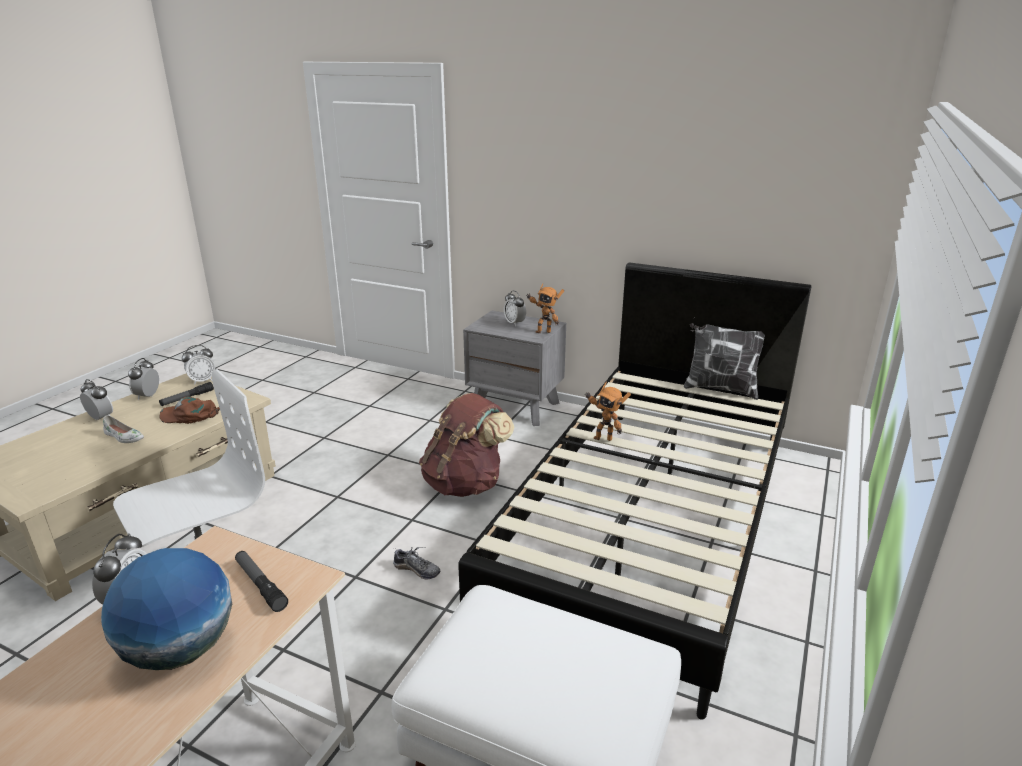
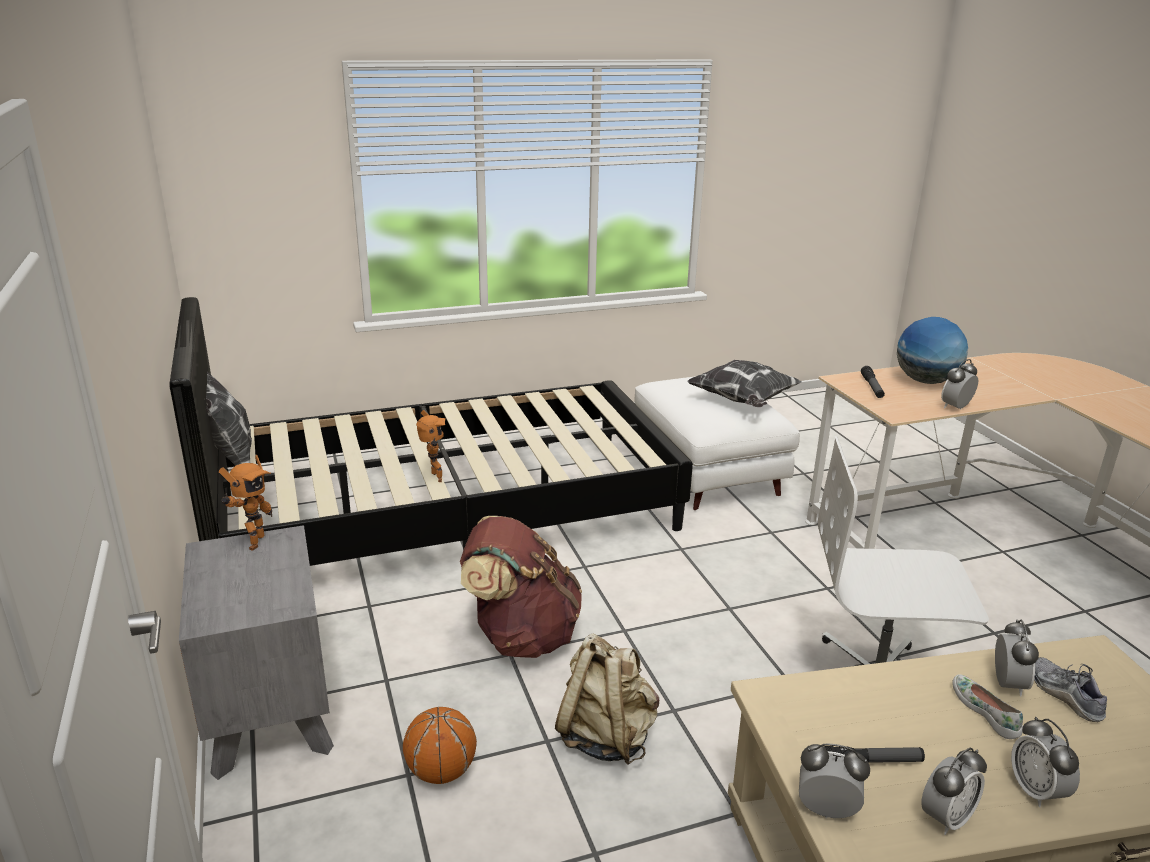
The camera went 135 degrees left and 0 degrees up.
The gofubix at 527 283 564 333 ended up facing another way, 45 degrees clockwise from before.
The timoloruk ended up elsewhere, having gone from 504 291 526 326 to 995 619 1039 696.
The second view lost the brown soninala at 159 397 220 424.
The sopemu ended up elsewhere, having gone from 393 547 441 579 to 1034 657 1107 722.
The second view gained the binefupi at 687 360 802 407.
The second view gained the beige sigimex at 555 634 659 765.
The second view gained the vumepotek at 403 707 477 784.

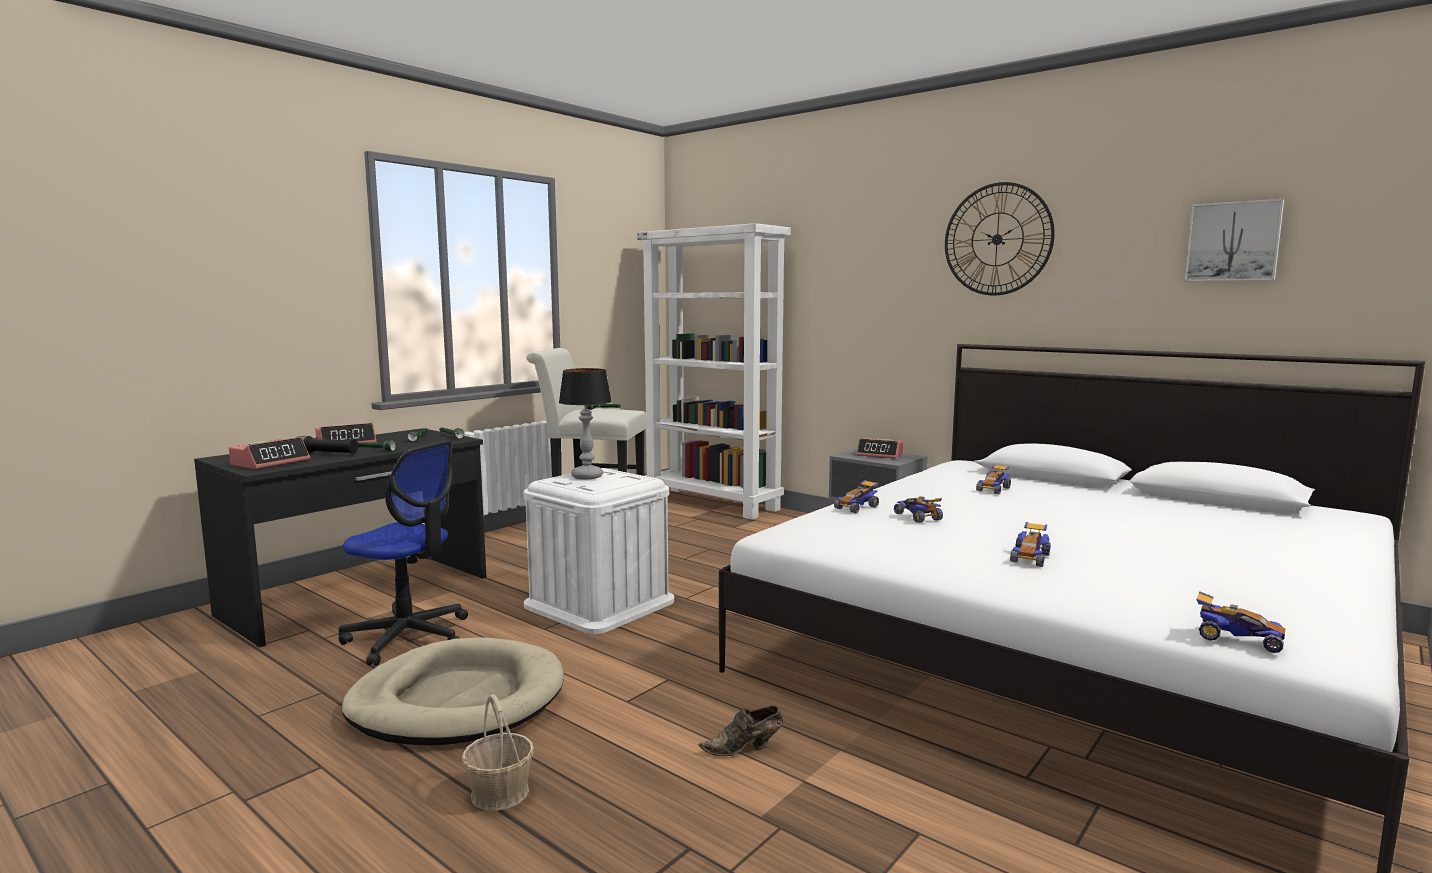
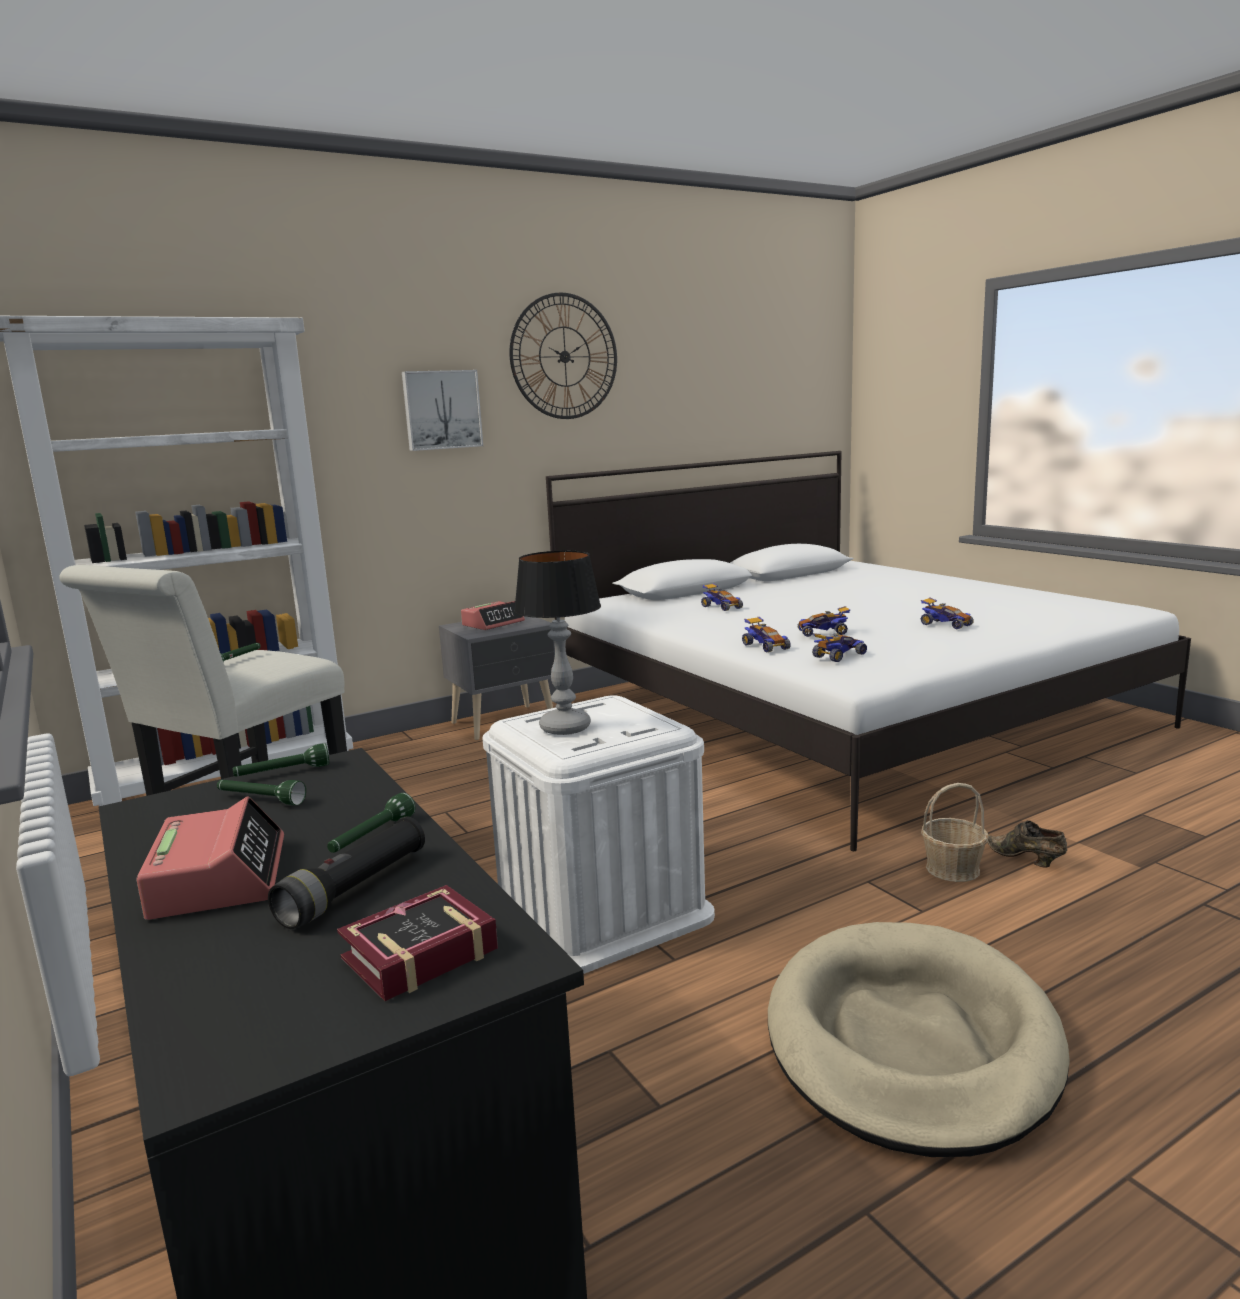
The camera went 70 degrees left and 5 degrees up.
The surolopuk ended up elsewhere, having gone from 1185 199 1284 281 to 402 370 483 451.
Where the timoloruk stood at 229 437 310 469, the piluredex came to stand at 337 885 498 1001.
The second view lost the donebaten at 339 440 468 666.
The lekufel ended up elsewhere, having gone from 1196 591 1286 653 to 812 633 867 662.
The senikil ended up elsewhere, having gone from 462 694 534 811 to 921 783 989 882.
The brown sopemu at 698 706 783 756 ended up facing another way, 135 degrees clockwise from before.

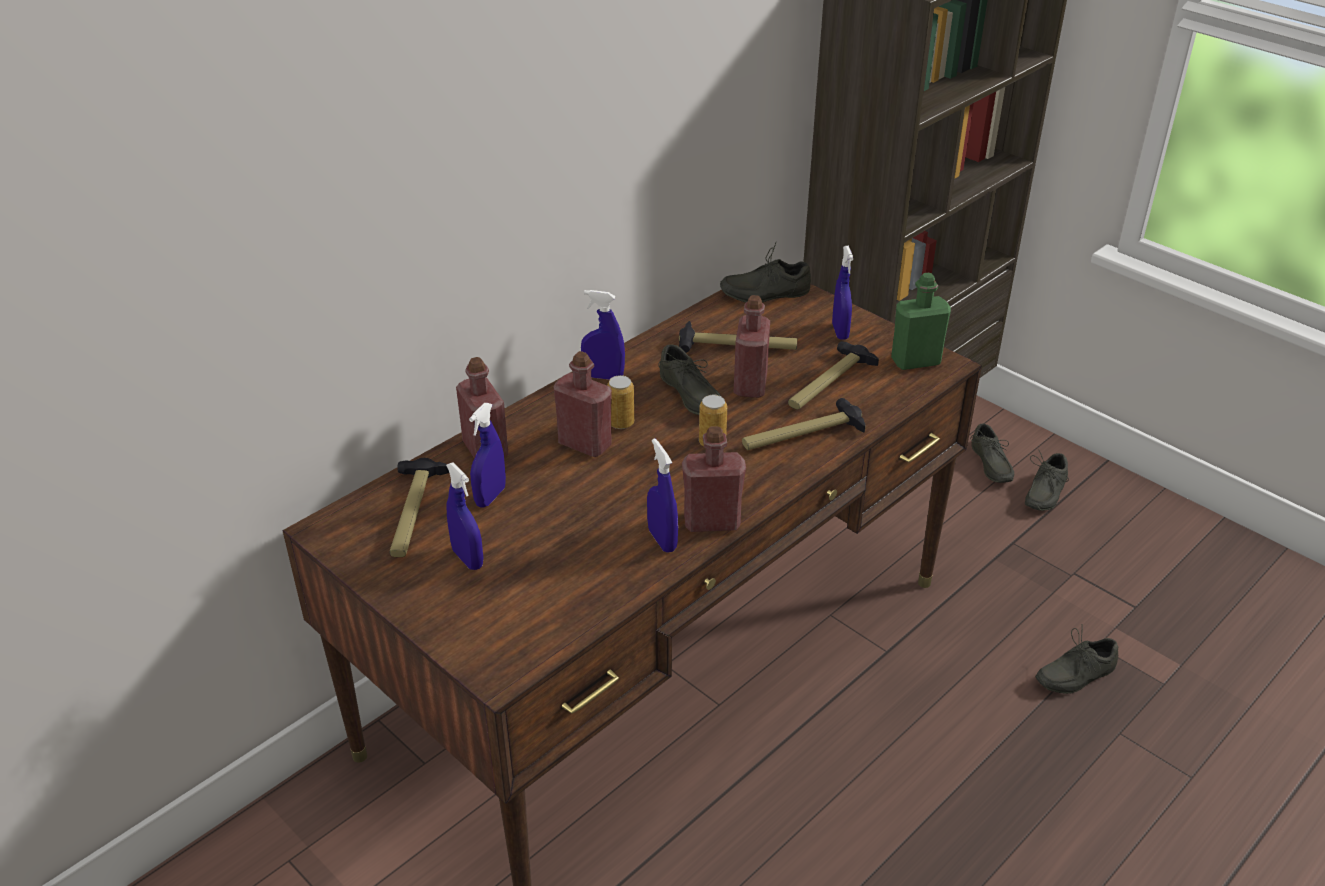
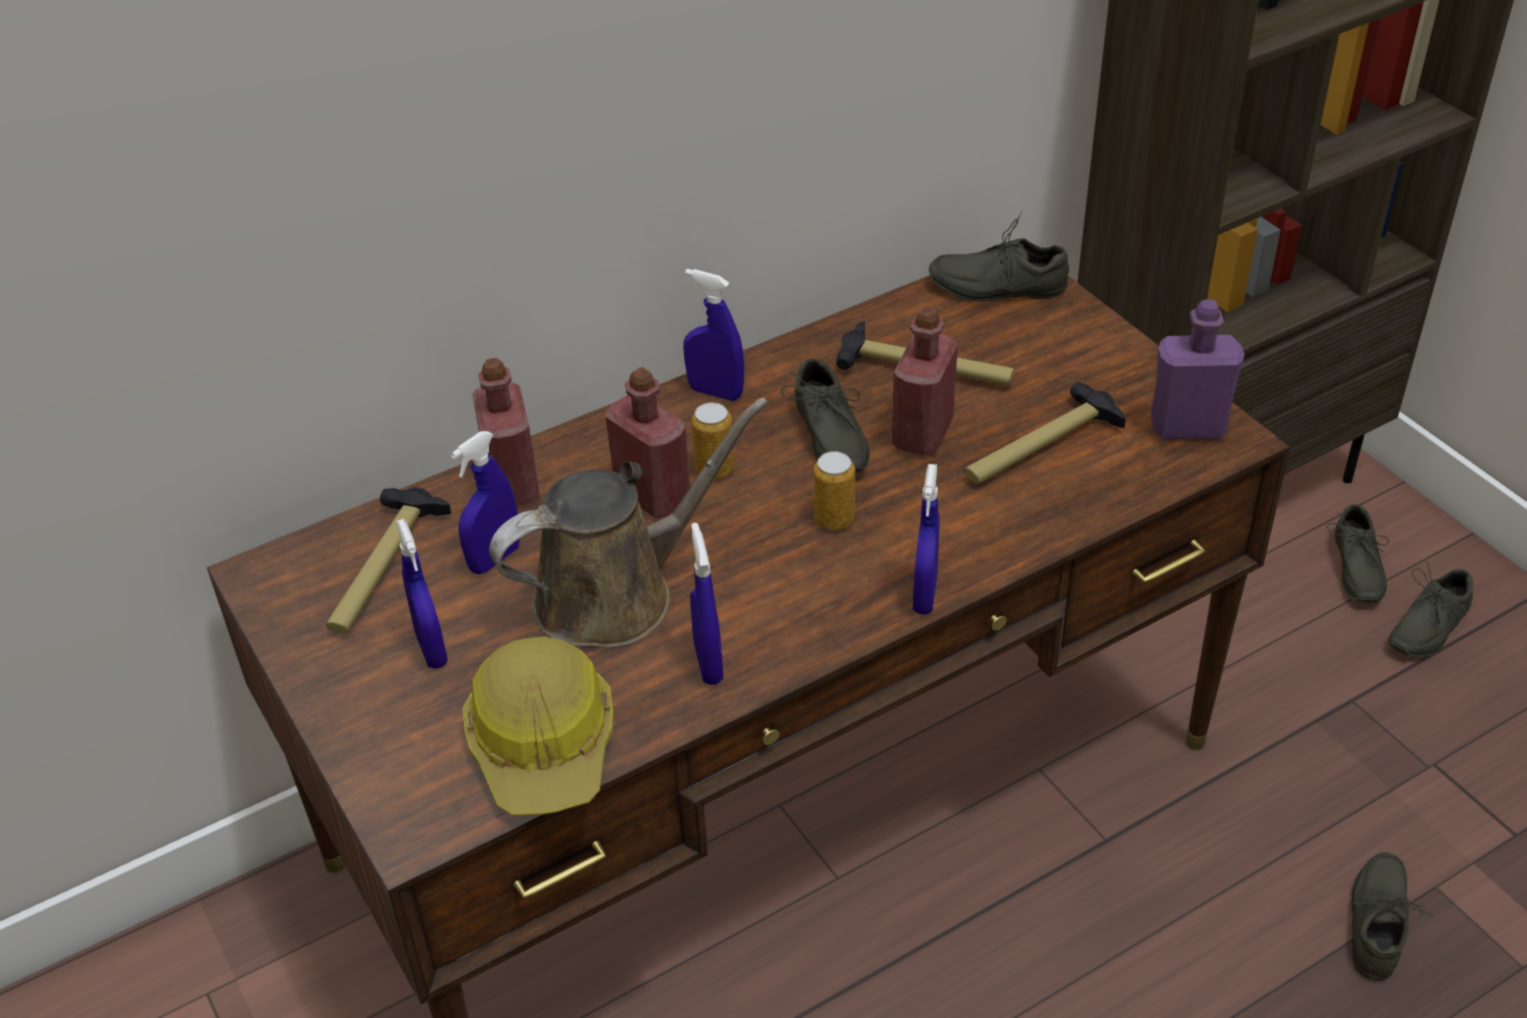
The camera went 15 degrees right and 5 degrees up.
The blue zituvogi ended up elsewhere, having gone from 832 246 853 340 to 913 464 939 615.
What was the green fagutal at 891 273 951 370 turned into the purple fagutal at 1151 299 1245 439.
The second view lost the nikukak at 742 398 866 450.
The second view lost the red fagutal at 682 426 746 532.
The grey sopemu at 1035 624 1118 694 ended up facing another way, 120 degrees clockwise from before.
The second view gained the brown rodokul at 489 398 768 648.
The second view gained the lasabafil at 462 636 614 815.

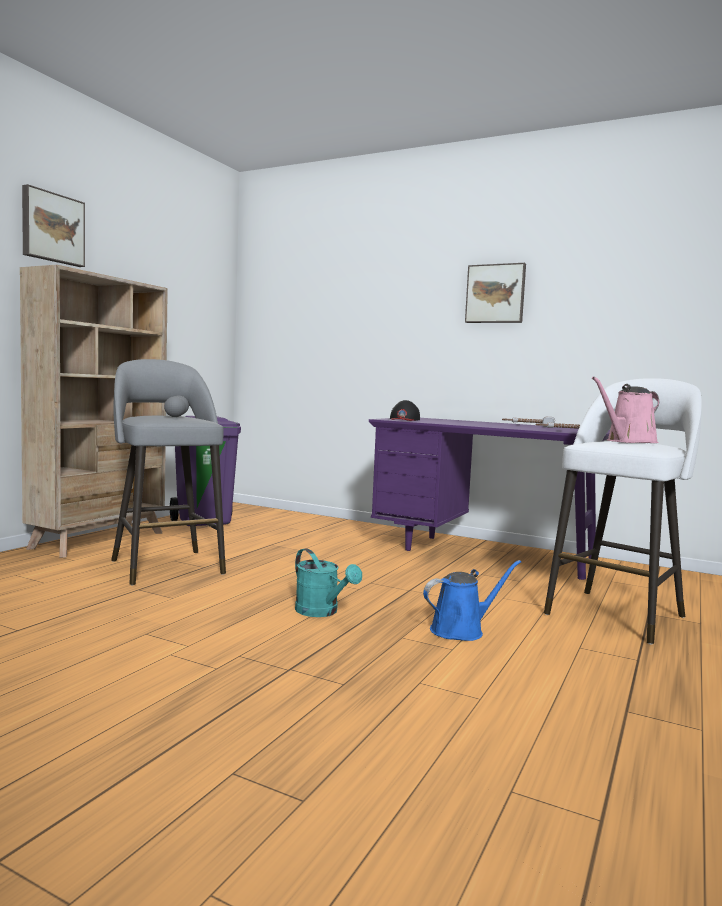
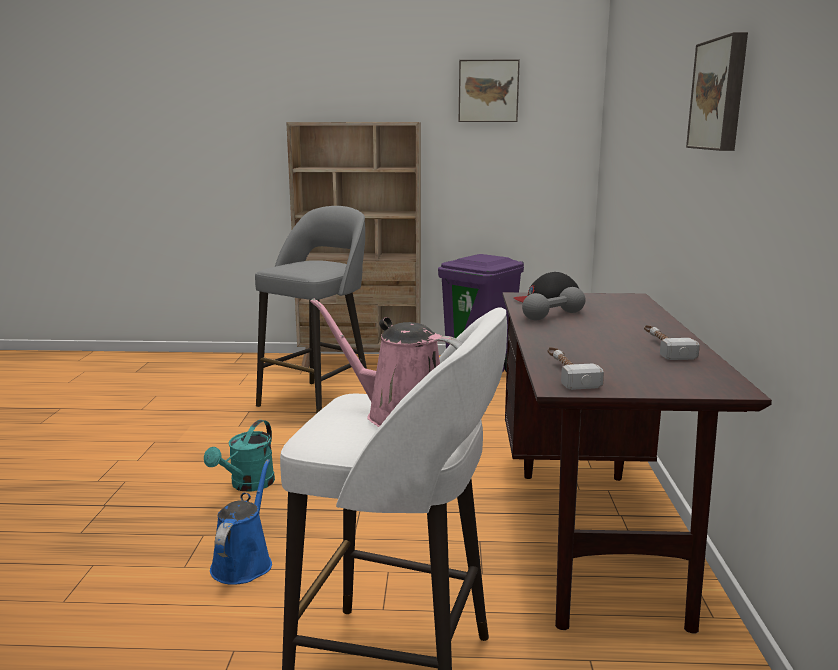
The camera went 65 degrees right and 10 degrees up.
The surolopuk ended up elsewhere, having gone from 22 184 85 267 to 459 60 520 122.
The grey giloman ended up elsewhere, having gone from 164 396 189 417 to 522 287 585 320.
What was the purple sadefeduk at 369 418 610 580 turned into the brown sadefeduk at 503 292 772 633.
The blue rodokul at 423 560 521 641 ended up facing another way, 120 degrees counterclockwise from before.

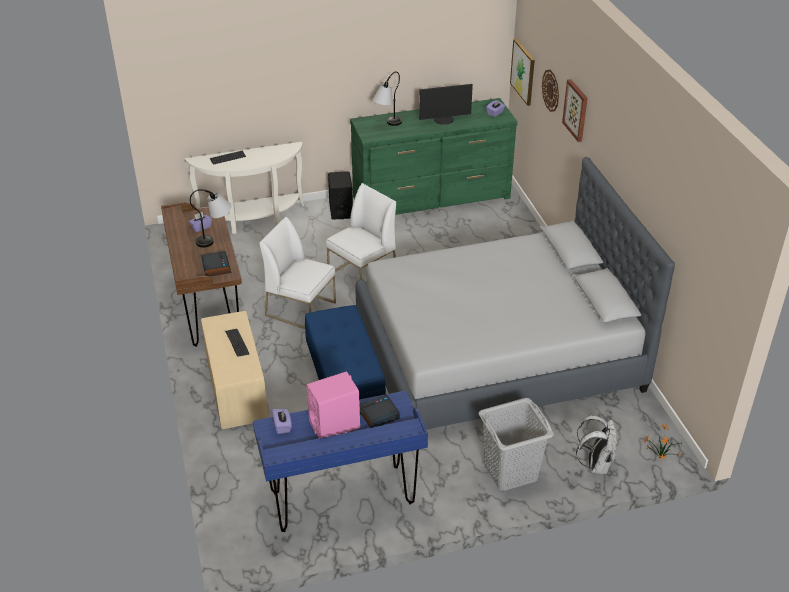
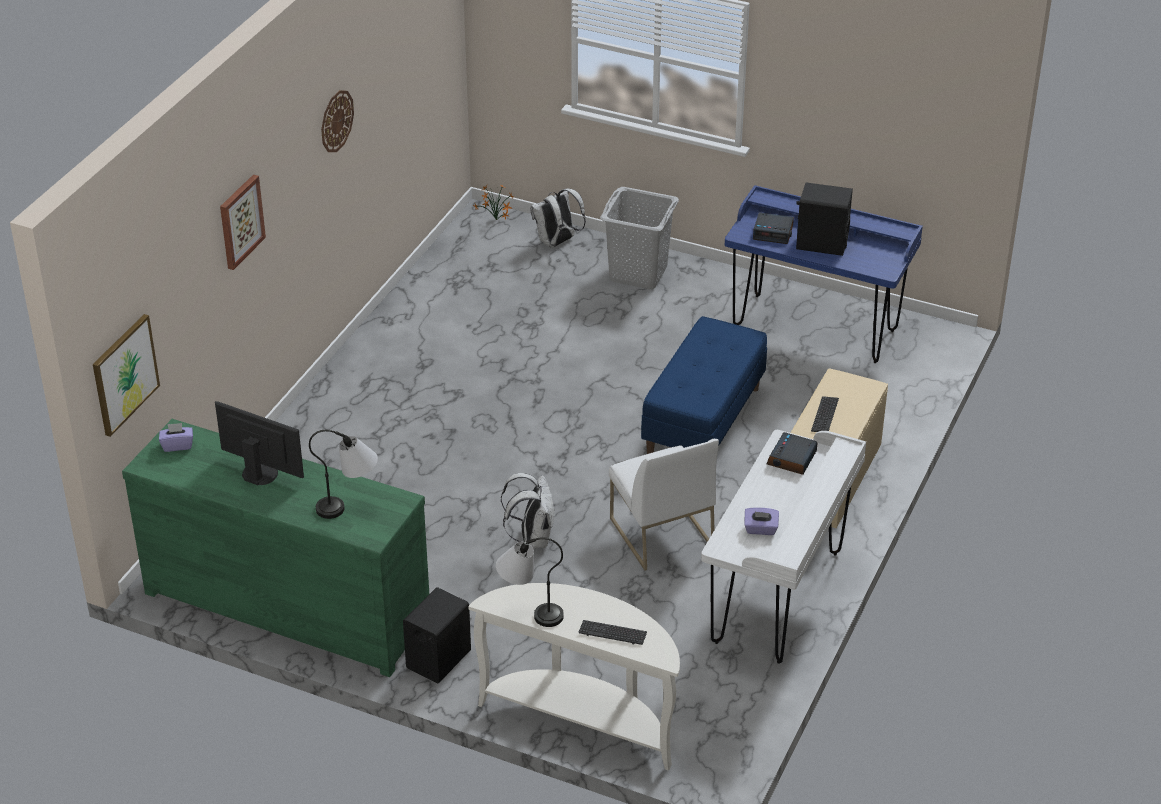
The camera went 140 degrees left and 0 degrees up.
The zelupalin ended up elsewhere, having gone from 542 70 559 112 to 321 90 354 152.
The second view lost the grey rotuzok at 356 157 675 430.
Where the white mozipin stood at 326 183 396 279, the white sigimex came to stand at 501 473 555 548.
The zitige ended up elsewhere, having gone from 190 189 231 248 to 496 537 564 627.
What was the brown sadefeduk at 161 202 242 347 turned into the white sadefeduk at 701 430 866 664.
What was the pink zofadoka at 306 371 360 438 turned into the black zofadoka at 796 183 853 256.
The second view lost the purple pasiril at 272 408 292 434.

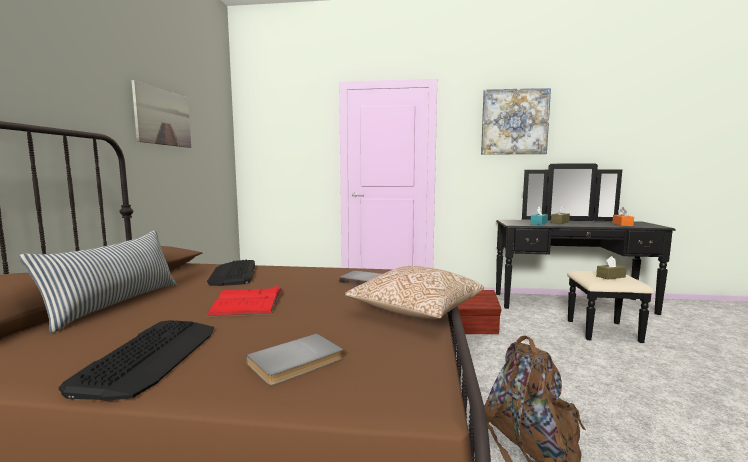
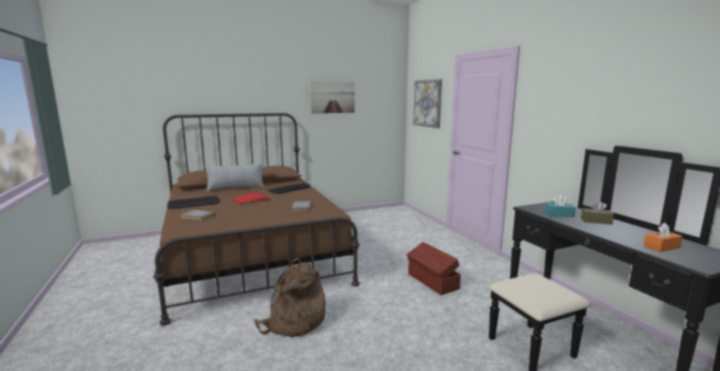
The camera went 60 degrees right and 5 degrees up.
The surolopuk ended up elsewhere, having gone from 481 88 551 155 to 413 79 442 128.
The second view lost the brown pasiril at 596 256 627 280.
The second view lost the binefupi at 345 266 484 319.

